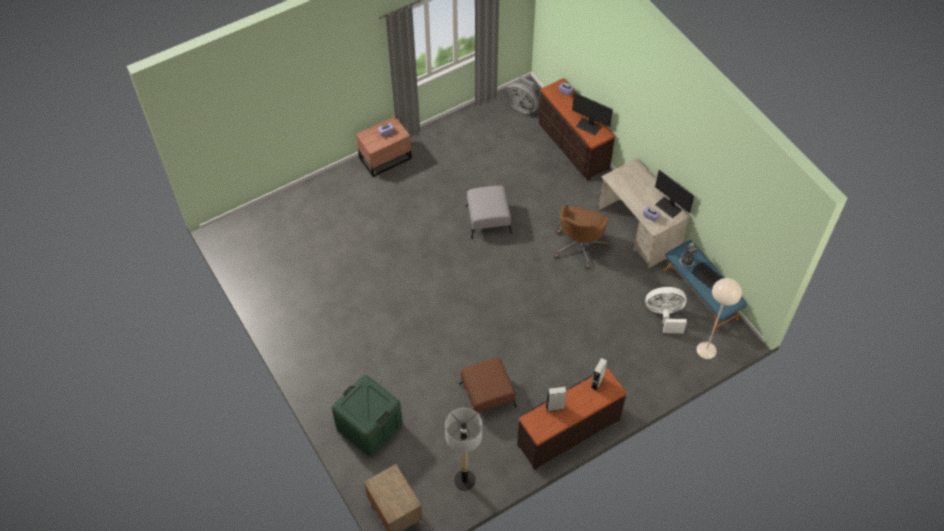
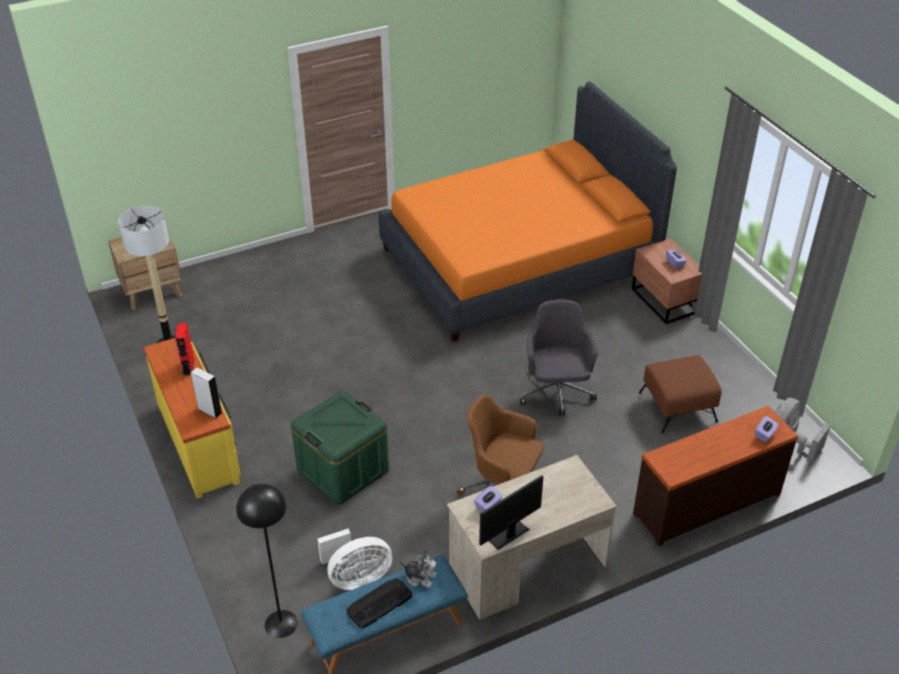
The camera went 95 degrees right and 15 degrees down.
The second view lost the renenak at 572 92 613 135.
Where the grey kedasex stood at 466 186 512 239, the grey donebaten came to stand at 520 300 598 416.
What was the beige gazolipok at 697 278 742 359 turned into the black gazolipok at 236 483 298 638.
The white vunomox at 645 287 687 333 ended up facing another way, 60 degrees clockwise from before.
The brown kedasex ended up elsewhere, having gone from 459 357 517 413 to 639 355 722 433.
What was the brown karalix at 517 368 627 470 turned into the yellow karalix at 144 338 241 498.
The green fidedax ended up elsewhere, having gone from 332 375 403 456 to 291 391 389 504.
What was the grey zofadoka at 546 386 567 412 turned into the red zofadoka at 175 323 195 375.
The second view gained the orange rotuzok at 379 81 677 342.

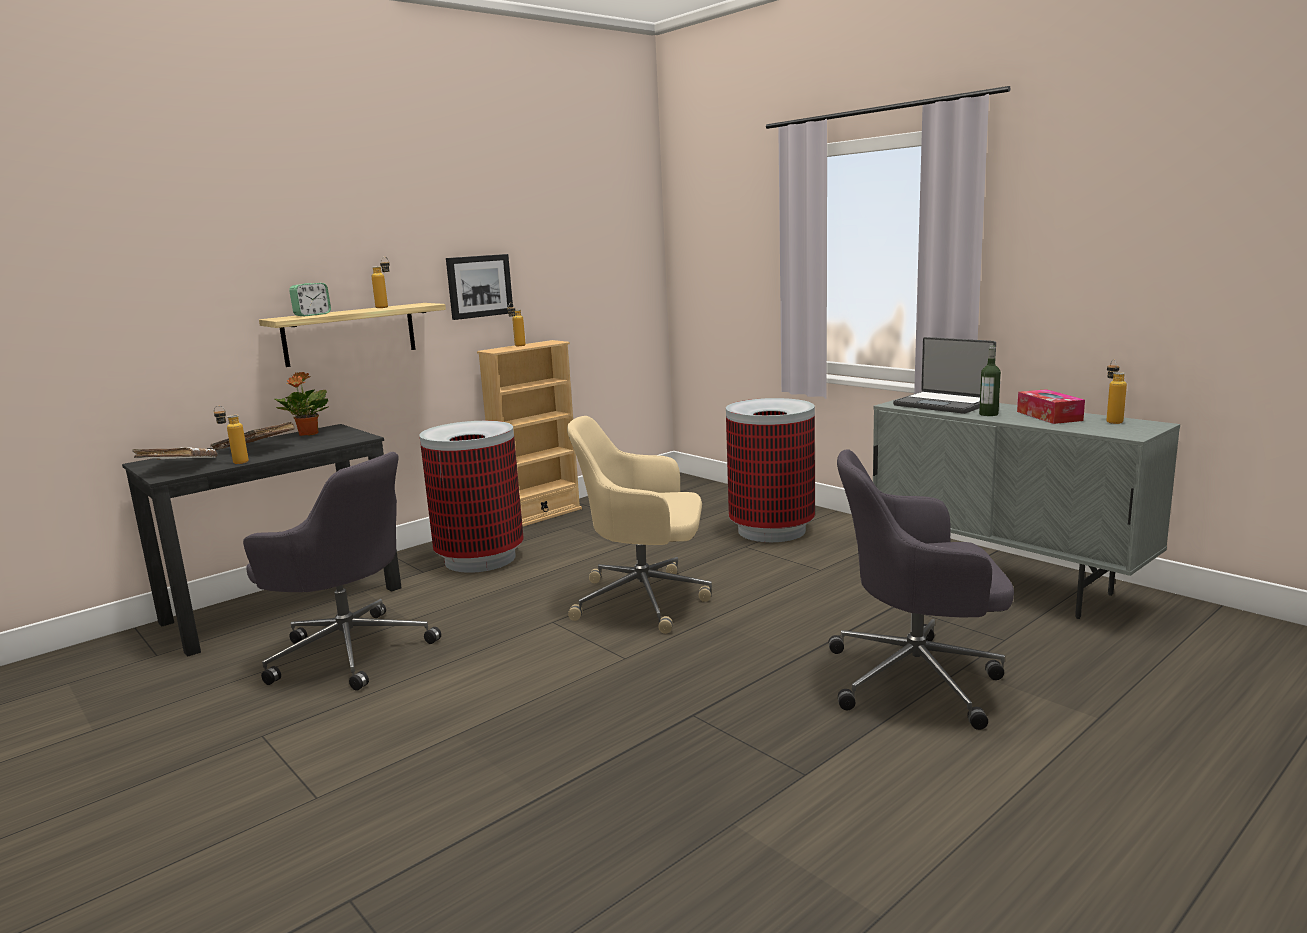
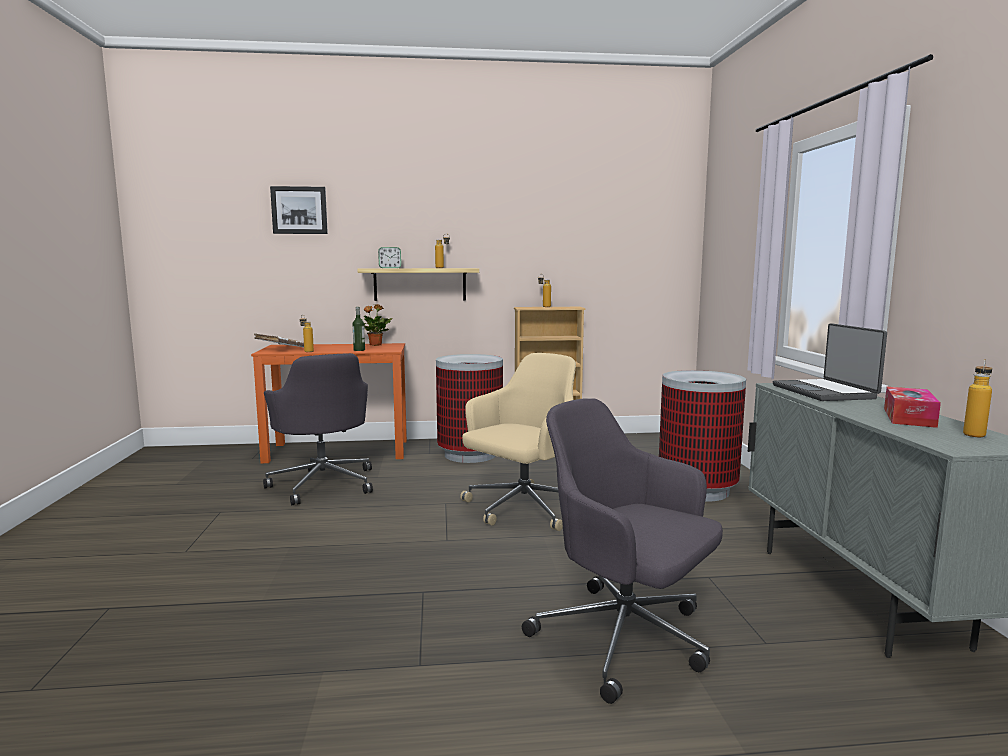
The camera went 35 degrees right and 5 degrees down.
The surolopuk ended up elsewhere, having gone from 446 254 513 320 to 270 186 328 234.
The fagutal ended up elsewhere, having gone from 979 345 1001 416 to 353 307 365 351.
The beige donebaten at 567 416 712 634 ended up facing another way, 90 degrees clockwise from before.
The second view lost the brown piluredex at 210 422 295 450.
What was the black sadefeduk at 122 424 402 657 turned into the orange sadefeduk at 251 343 407 463.

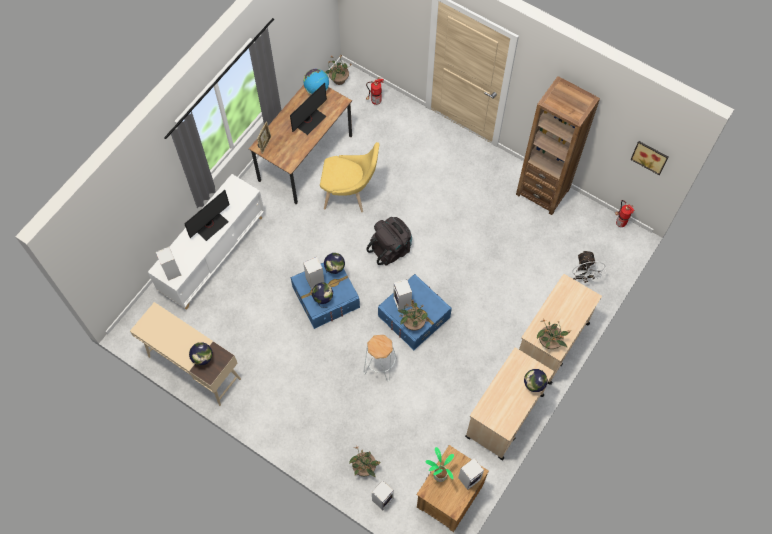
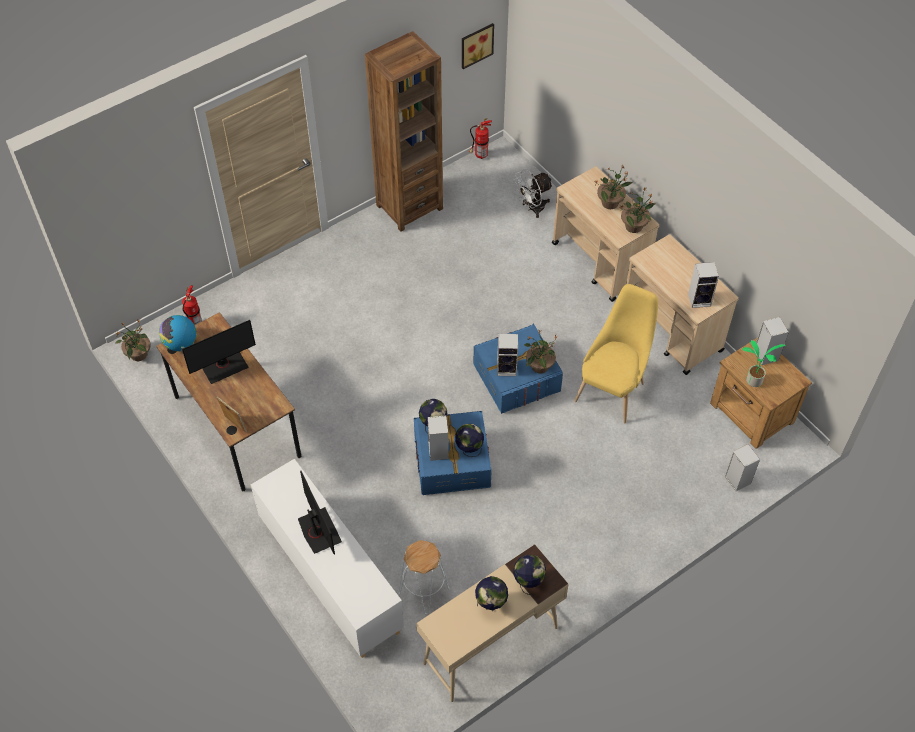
The camera went 70 degrees left and 10 degrees down.
The renenak at 290 82 327 135 ended up facing another way, 90 degrees clockwise from before.
The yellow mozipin ended up elsewhere, having gone from 320 142 379 212 to 574 284 658 423.
The second view lost the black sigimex at 366 217 412 265.
The zofadoka ended up elsewhere, having gone from 156 247 181 281 to 688 262 719 308.
The white vunomox at 572 250 606 283 ended up facing another way, 135 degrees clockwise from before.
The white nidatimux ended up elsewhere, having gone from 364 335 397 381 to 399 540 449 615.
The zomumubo ended up elsewhere, having gone from 524 369 548 392 to 475 576 508 611.
The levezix ended up elsewhere, having gone from 349 446 381 478 to 596 165 633 209.

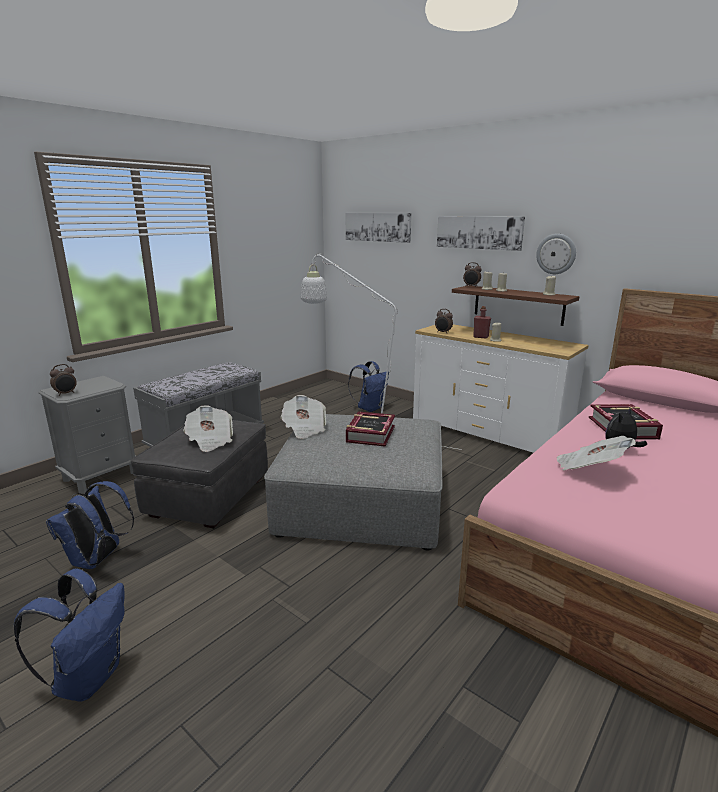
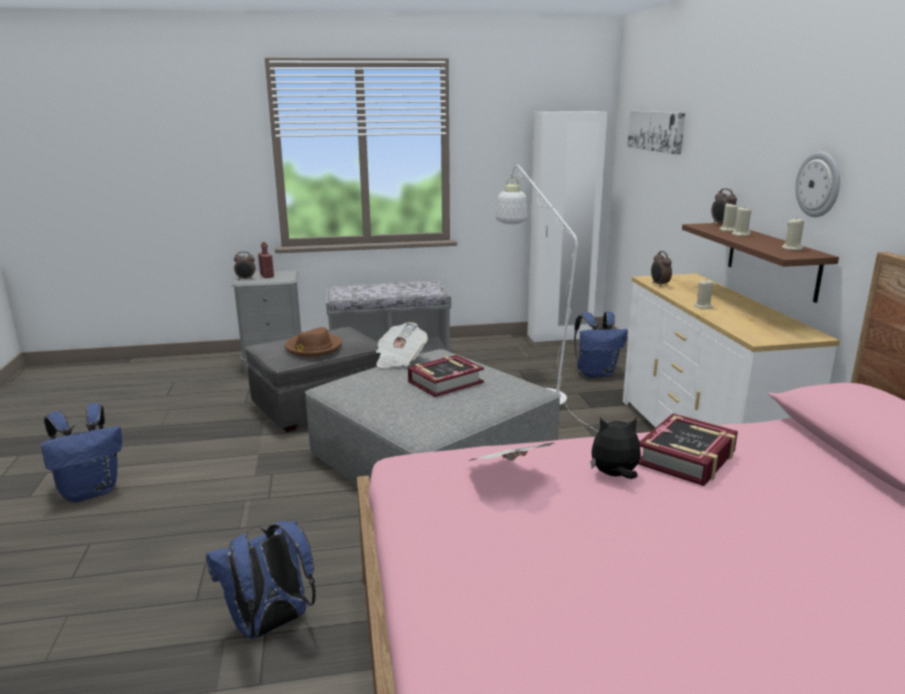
The camera went 40 degrees right and 0 degrees up.
The second view lost the surolopuk at 437 216 525 251.
The red fagutal ended up elsewhere, having gone from 473 306 491 339 to 258 242 274 278.
Where the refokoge stood at 183 405 233 452, the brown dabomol came to stand at 285 327 342 357.
The blue sigimex ended up elsewhere, having gone from 46 481 134 569 to 206 521 316 639.
The second view gained the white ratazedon at 527 111 607 342.

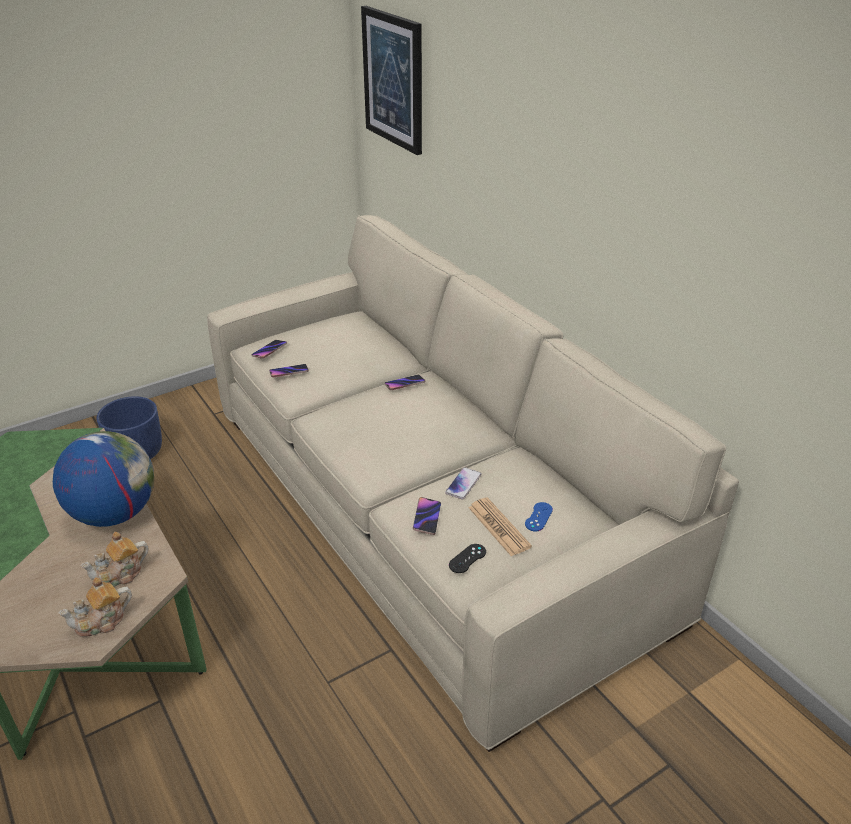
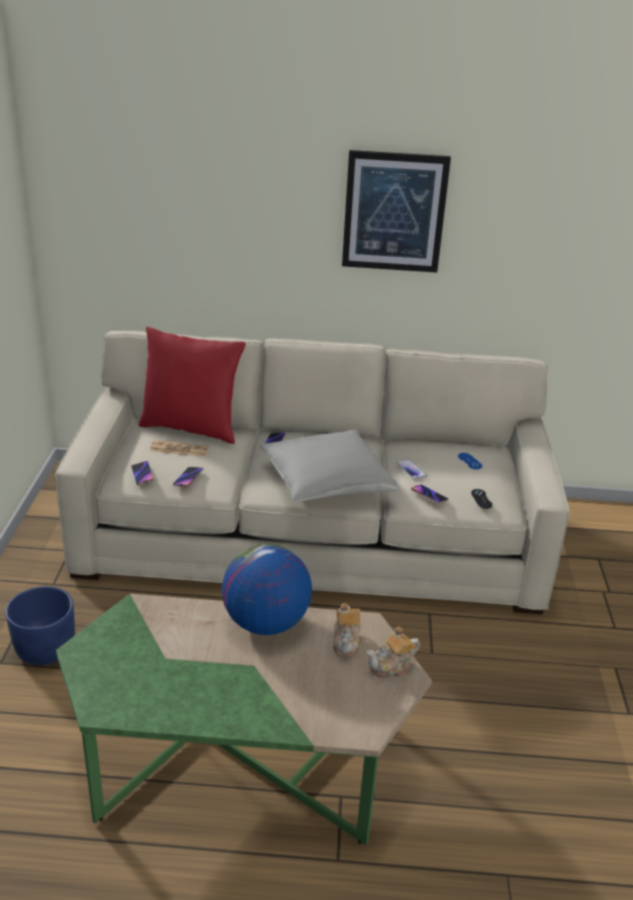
The camera went 55 degrees left and 5 degrees down.
The surolopuk ended up elsewhere, having gone from 361 6 422 155 to 342 150 451 273.
The refokoge ended up elsewhere, having gone from 468 498 532 556 to 150 440 209 457.
The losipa at 58 577 132 637 ended up facing another way, 60 degrees clockwise from before.
The second view gained the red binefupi at 139 326 246 444.
The second view gained the grey binefupi at 259 429 400 502.

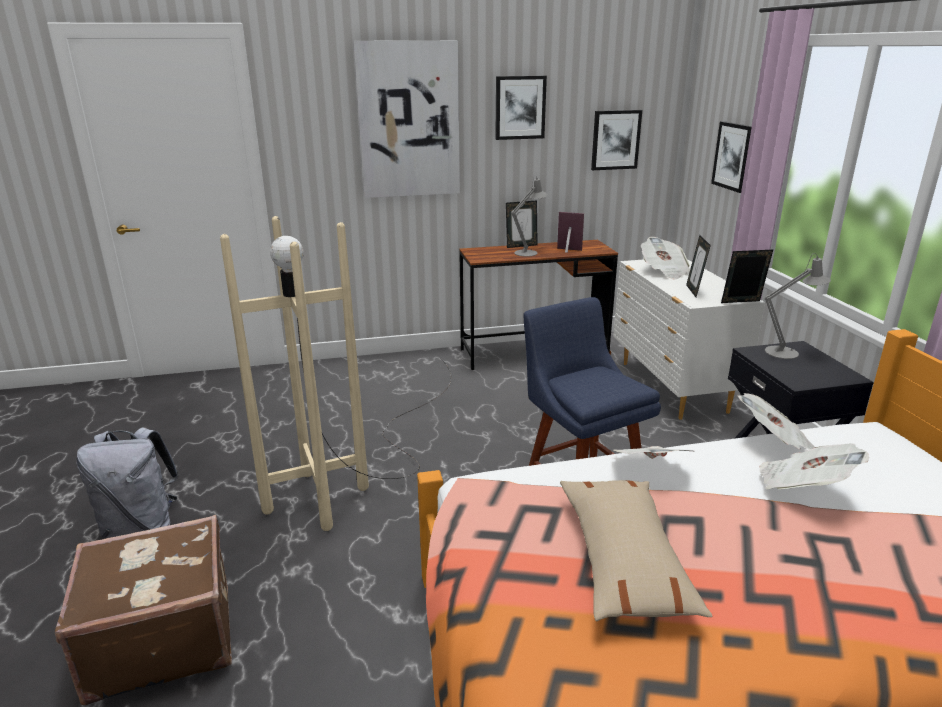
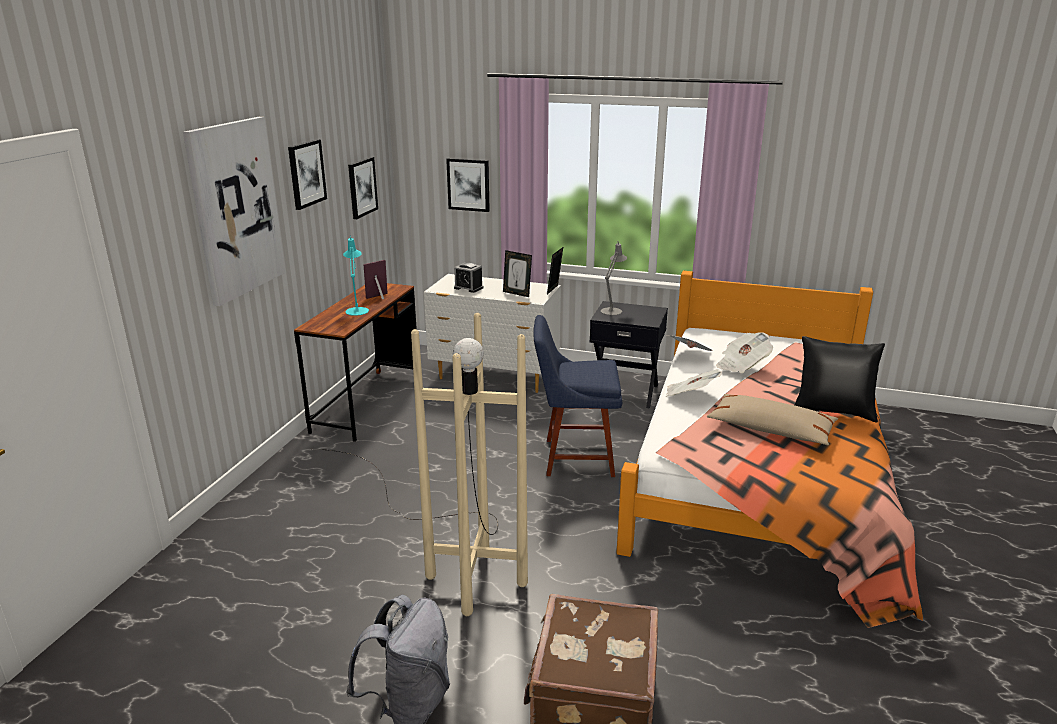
The camera went 60 degrees left and 0 degrees up.
What was the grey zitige at 511 175 548 257 turned into the turquoise zitige at 343 236 369 316.
The second view lost the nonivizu at 506 200 538 248.
Where the refokoge stood at 641 237 690 280, the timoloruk came to stand at 454 263 483 293.
The second view gained the black binefupi at 795 336 885 422.

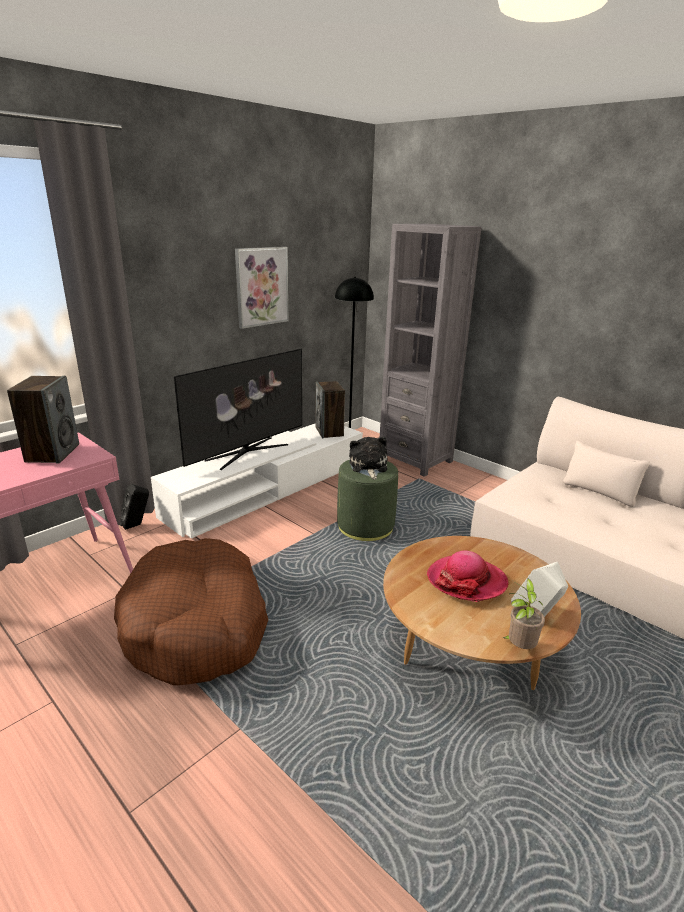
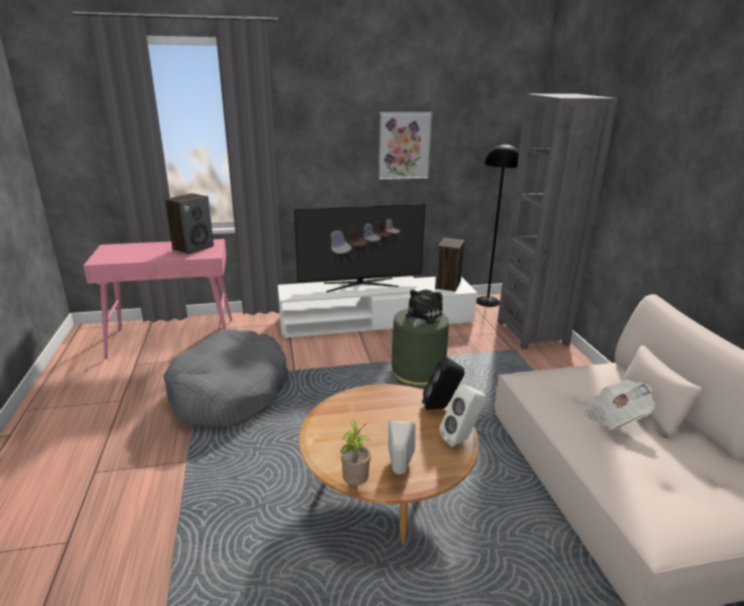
The camera went 35 degrees right and 0 degrees up.
The black zofadoka ended up elsewhere, having gone from 120 484 149 530 to 422 357 465 410.
What was the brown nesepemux at 114 538 268 686 turned into the grey nesepemux at 163 329 288 428.
The second view lost the dabomol at 427 551 509 602.
The second view gained the refokoge at 584 380 655 430.
The second view gained the white zofadoka at 439 385 485 447.

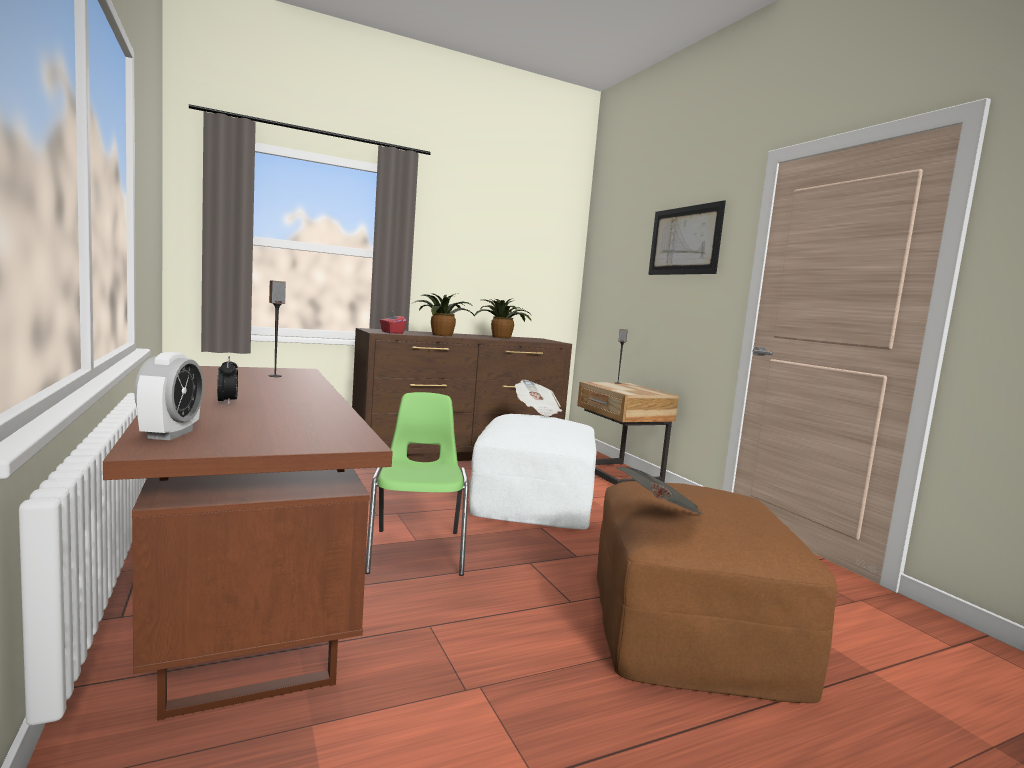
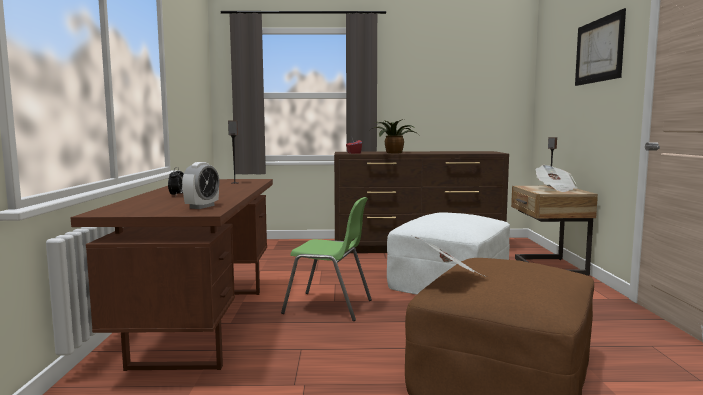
The camera went 25 degrees right and 0 degrees up.
The second view lost the levezix at 475 299 532 338.
The timoloruk ended up elsewhere, having gone from 134 352 204 440 to 182 162 219 209.
The refokoge ended up elsewhere, having gone from 515 380 562 417 to 535 165 578 192.
The green mozipin at 365 392 469 576 ended up facing another way, 90 degrees clockwise from before.

